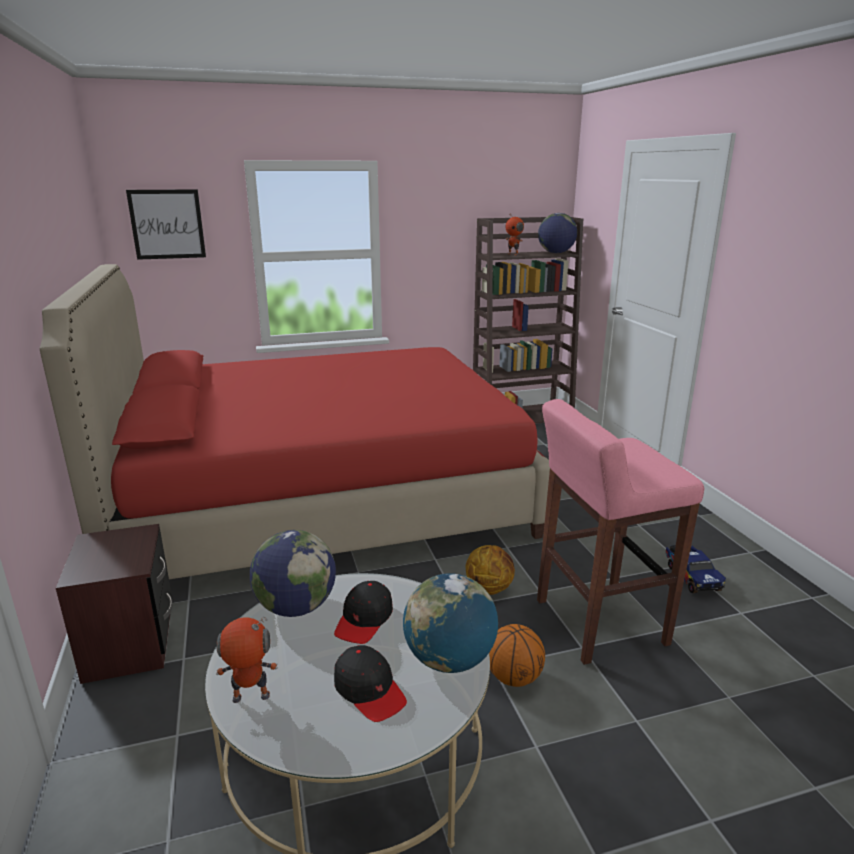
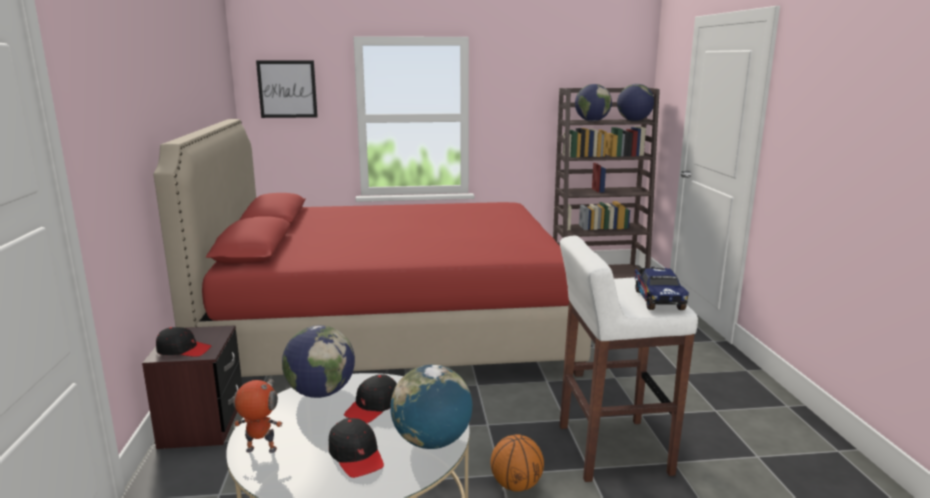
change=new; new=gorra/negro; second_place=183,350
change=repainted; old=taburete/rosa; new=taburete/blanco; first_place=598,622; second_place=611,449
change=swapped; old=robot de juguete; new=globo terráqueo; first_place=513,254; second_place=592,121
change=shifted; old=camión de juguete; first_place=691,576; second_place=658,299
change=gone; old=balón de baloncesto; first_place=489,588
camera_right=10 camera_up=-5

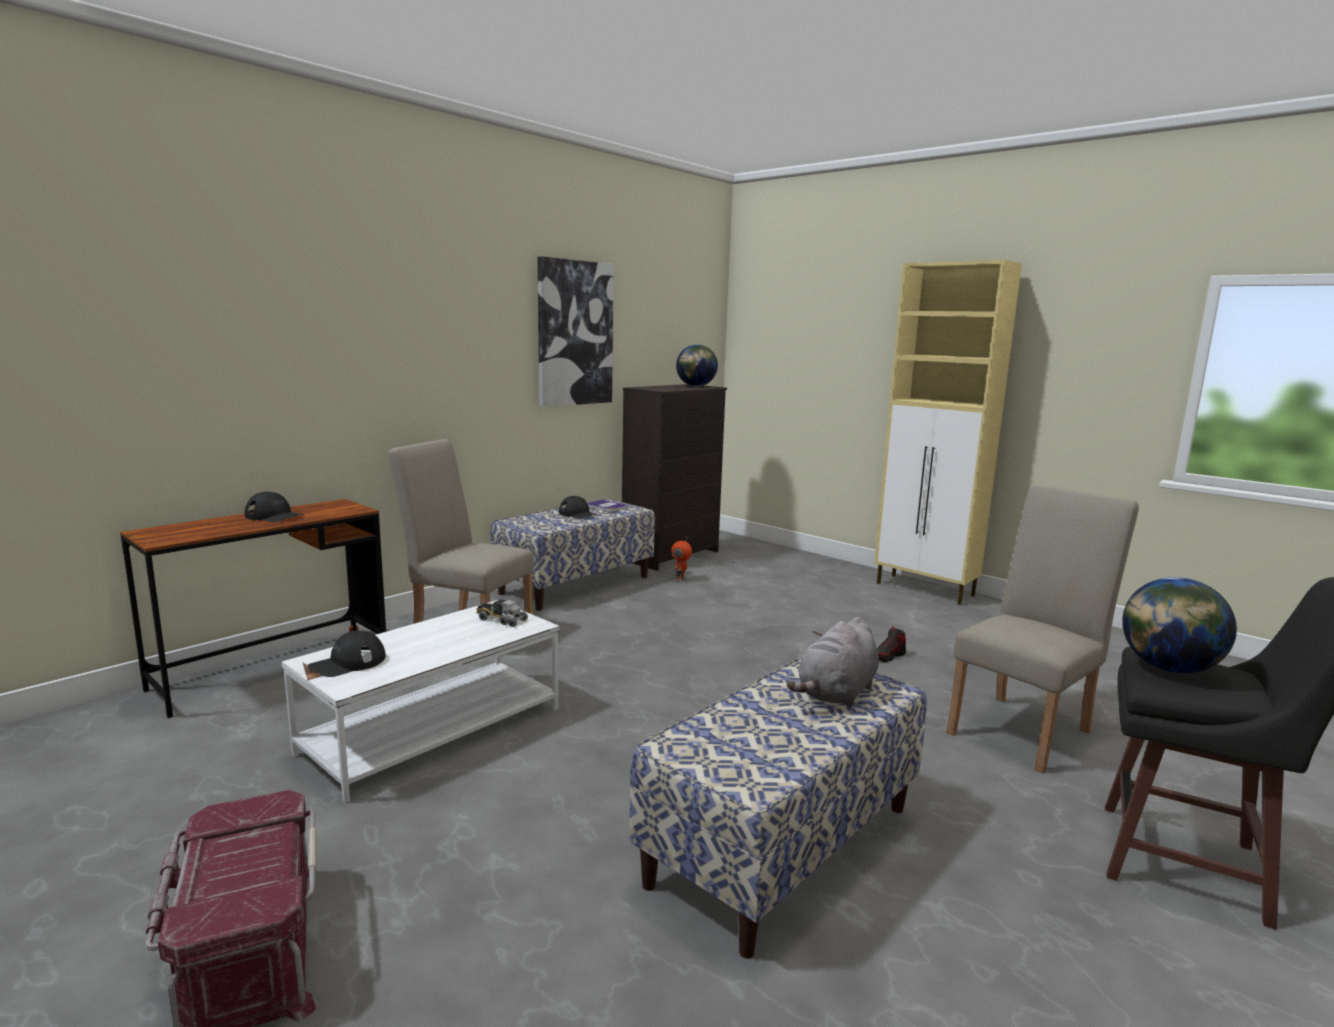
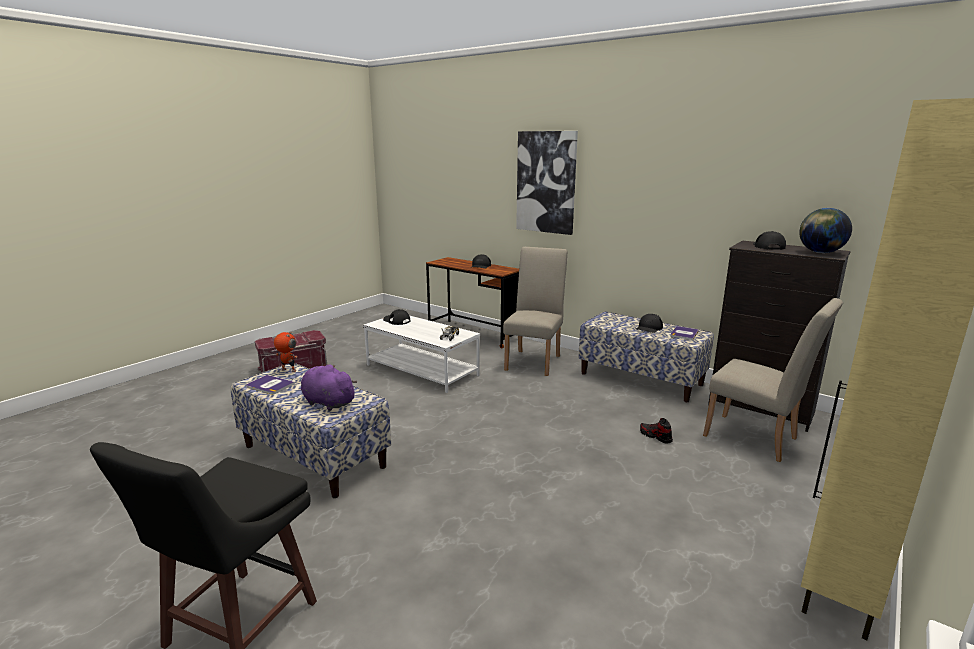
change=new; new=libro; second_place=270,385
change=shifted; old=robot de juguete; first_place=680,580; second_place=288,370
change=repainted; old=peluche/gris; new=peluche/morado; first_place=836,694; second_place=327,402
change=shifted; old=cuadro; first_place=574,333; second_place=546,182
change=shifted; old=zapato; first_place=888,656; second_place=655,436
change=shifted; old=silla/beis; first_place=1025,728; second_place=757,439
change=new; new=gorra/negro; second_place=768,246
change=gone; old=globo terráqueo; first_place=1168,668
camera_right=85 camera_up=5

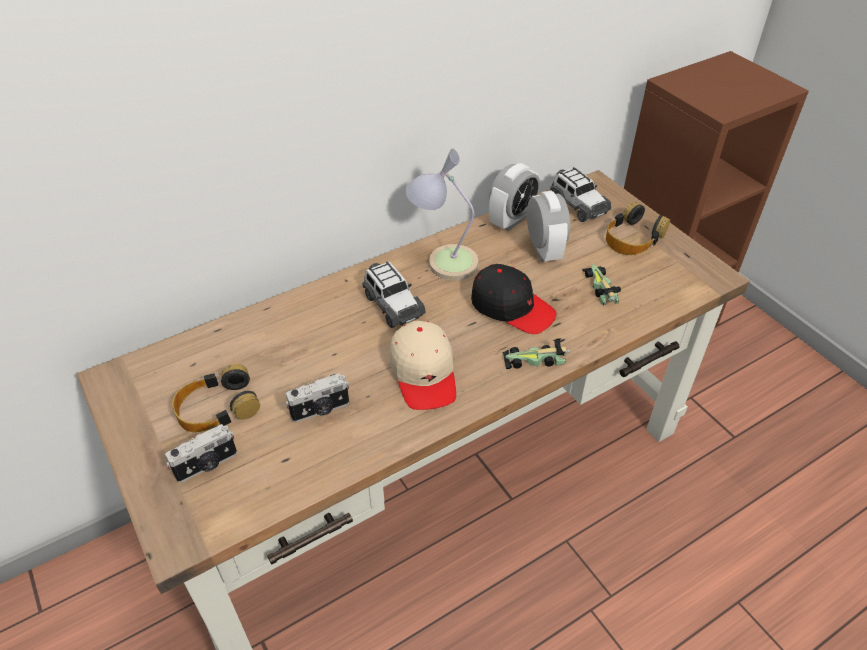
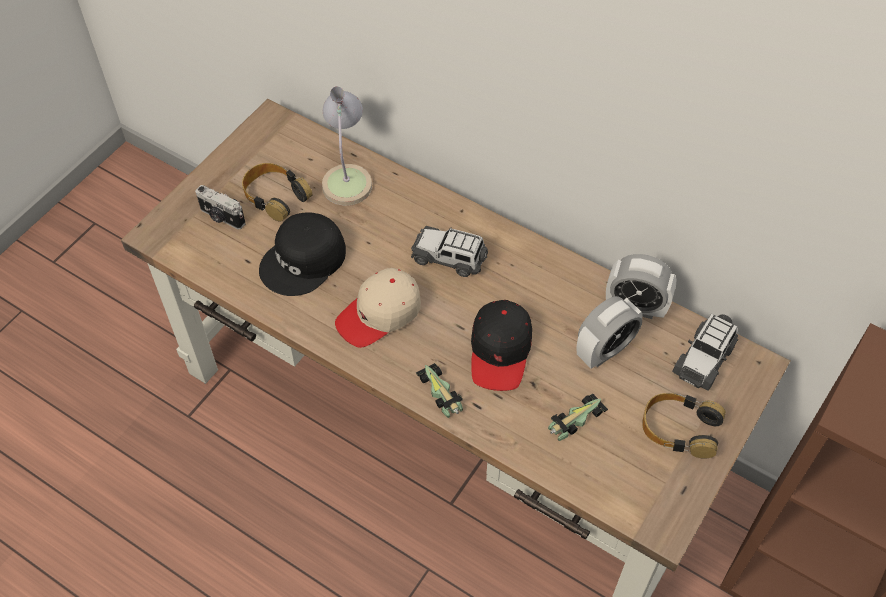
change=swapped; old=cámara; new=gorra/negro; first_place=320,410; second_place=304,261
change=shifted; old=lámpara de mesa; first_place=442,260; second_place=347,177
change=rotated; old=coche de juguete; first_place=392,305; second_place=449,258; degrees=75
camera_right=65 camera_up=10

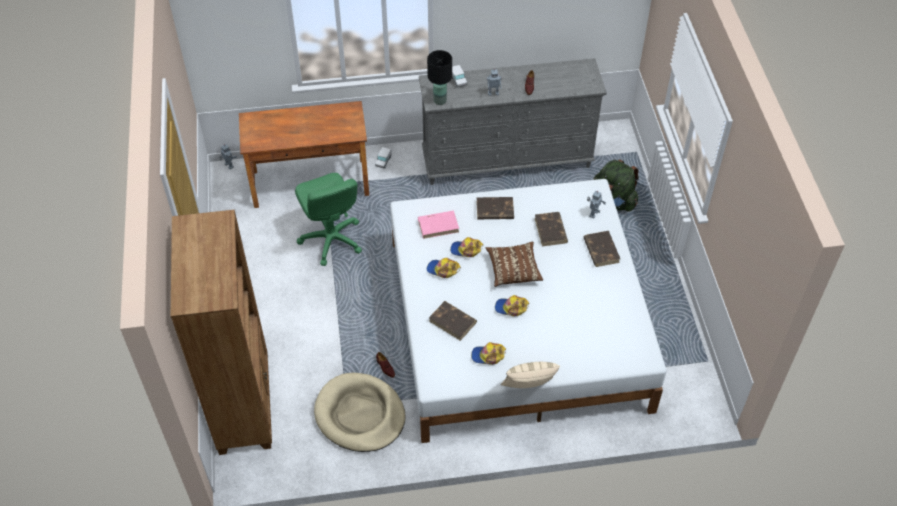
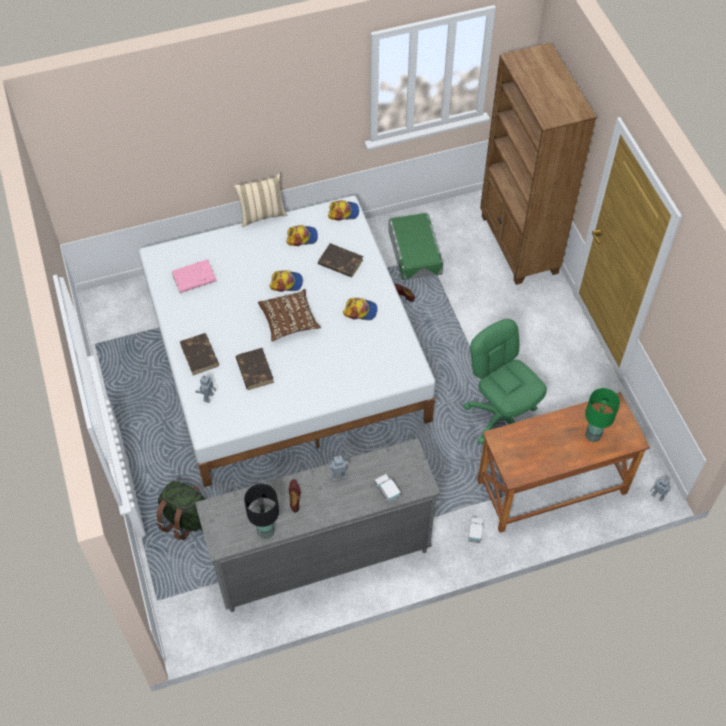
change=shifted; old=libro/rosa; first_place=438,225; second_place=194,278
change=shifted; old=lámpara de mesa/negro; first_place=440,100; second_place=266,531
change=shifted; old=gorra; first_place=466,250; second_place=343,212
change=swapped; old=cama para perro/beis; new=caja de almacenaje/verde; first_place=360,415; second_place=414,251
change=new; new=lámpara de mesa/verde; second_place=593,436
change=gone; old=libro/marrón; first_place=494,210
camera_right=170 camera_up=5

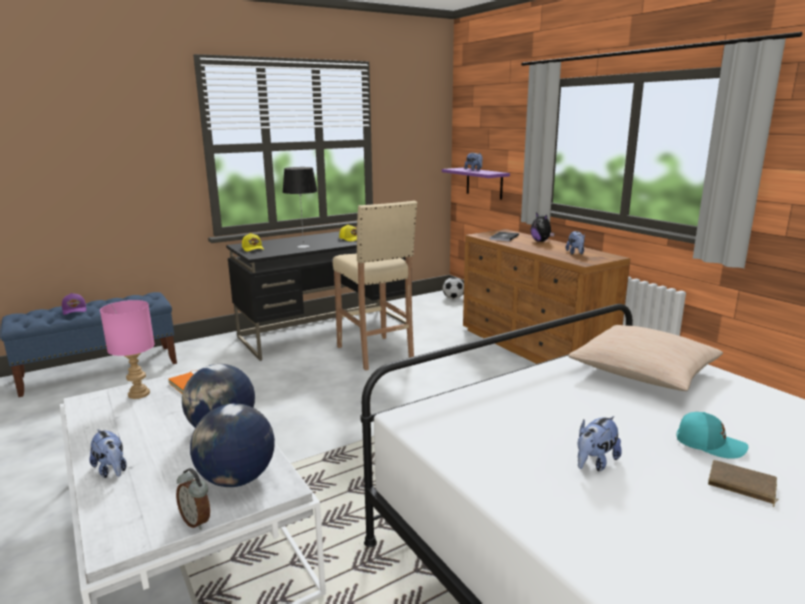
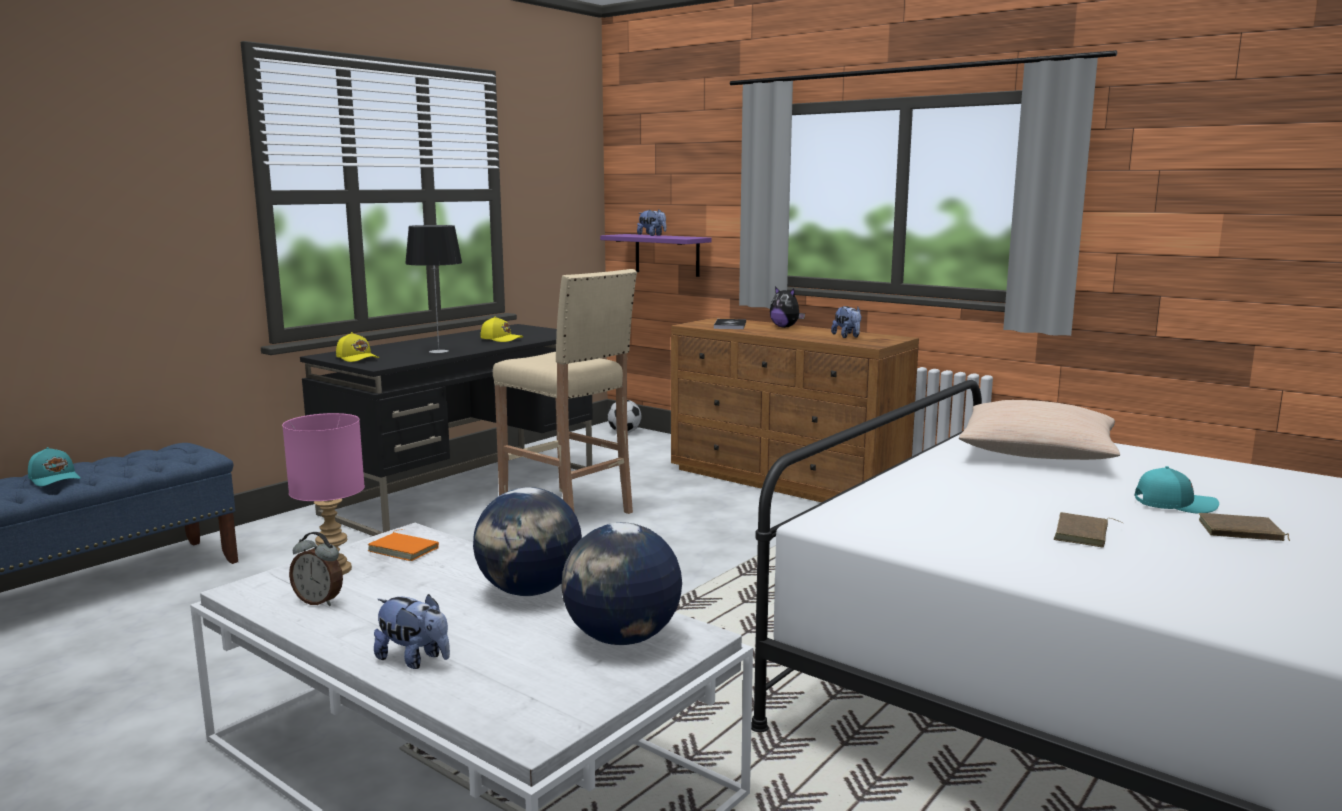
change=repainted; old=gorra/morado; new=gorra/turquesa; first_place=75,310; second_place=55,478
change=shifted; old=despertador; first_place=197,521; second_place=319,601
change=swapped; old=peluche; new=libro/marrón; first_place=594,463; second_place=1083,534
camera_right=-20 camera_up=-5

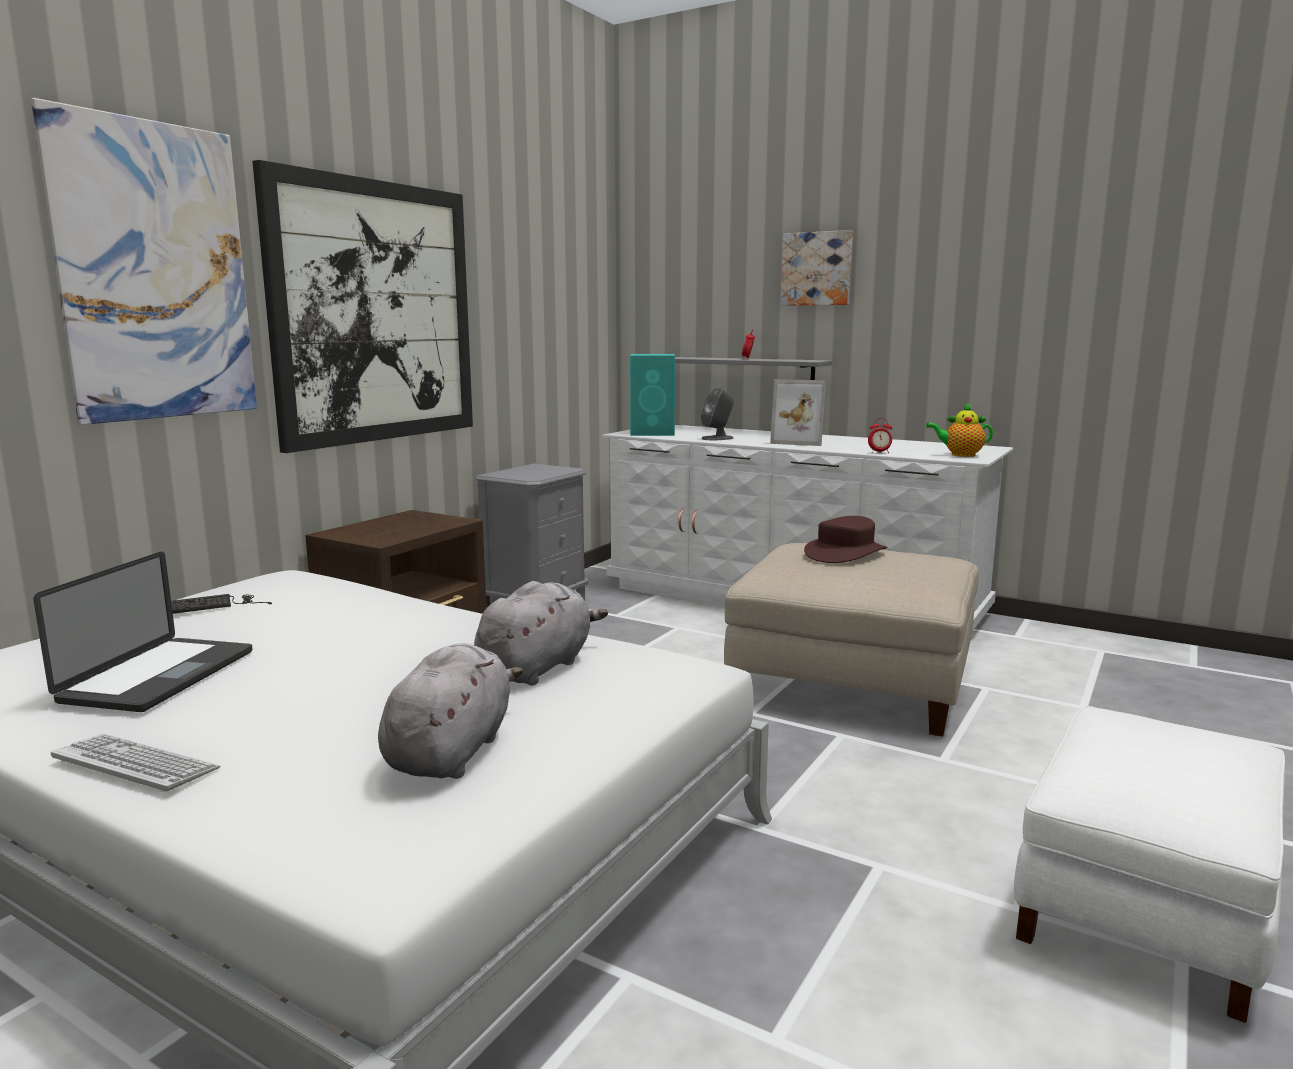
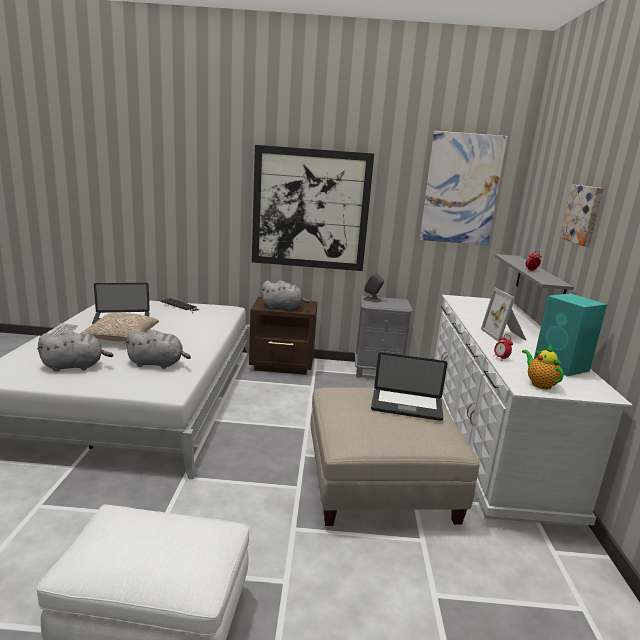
change=new; new=cojín; second_place=121,338
change=new; new=peluche/gris; second_place=283,307
change=shifted; old=altavoz/gris; first_place=717,438; second_place=372,300
change=swapped; old=sombrero/marrón; new=portátil; first_place=845,553; second_place=406,406
change=shifted; old=cuadro; first_place=156,272; second_place=461,189
change=shifted; old=altavoz/turquesa; first_place=653,433; second_place=562,366
camera_right=60 camera_up=5

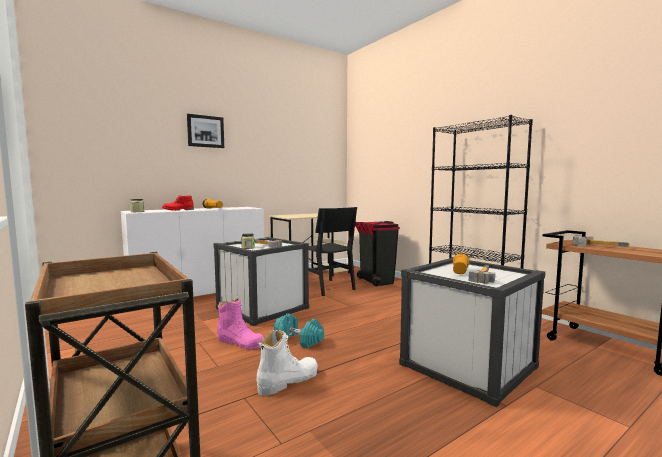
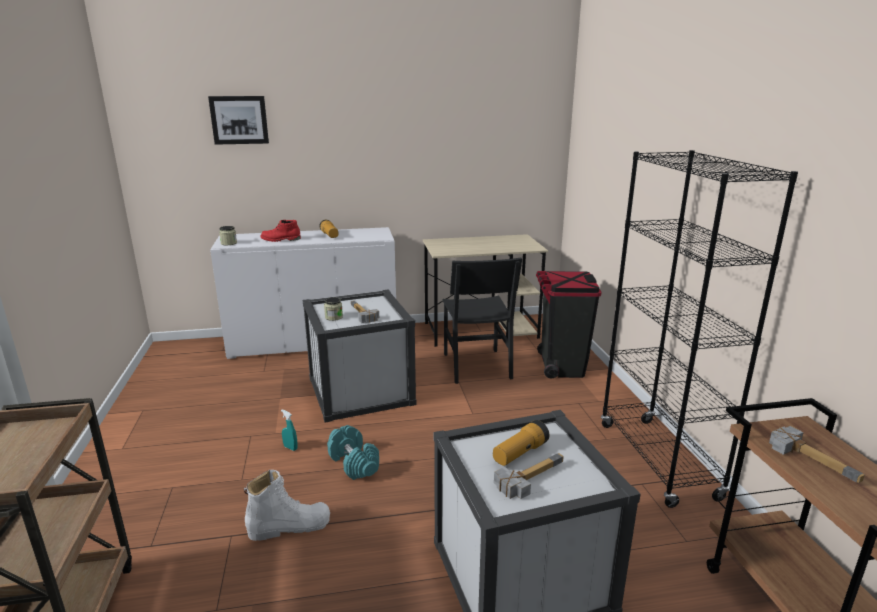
change=shifted; old=cuadro; first_place=205,131; second_place=239,120
change=swapped; old=bota/rosa; new=pulverizador/turquesa; first_place=240,342; second_place=290,448
camera_right=25 camera_up=15

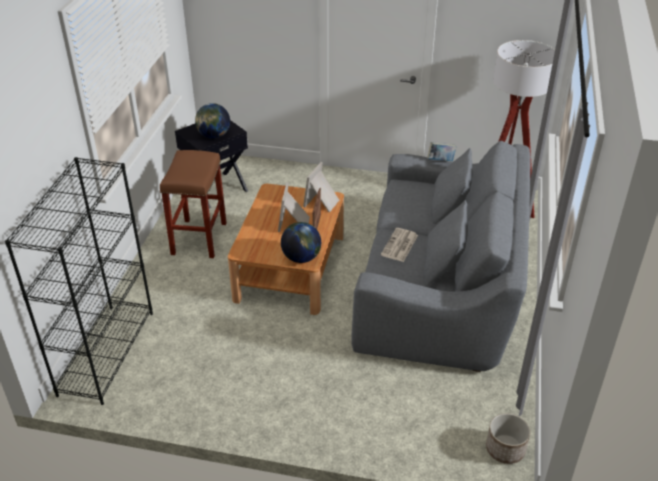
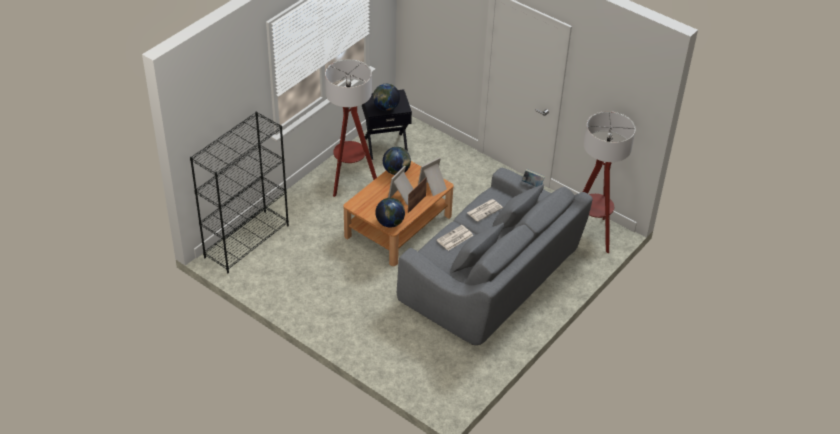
change=swapped; old=taburete/marrón; new=lámpara de pie; first_place=199,238; second_place=350,181
change=new; new=globo terráqueo; second_place=396,171
change=new; new=periódico; second_place=484,210
change=gone; old=maceta; first_place=505,449
camera_right=25 camera_up=5

